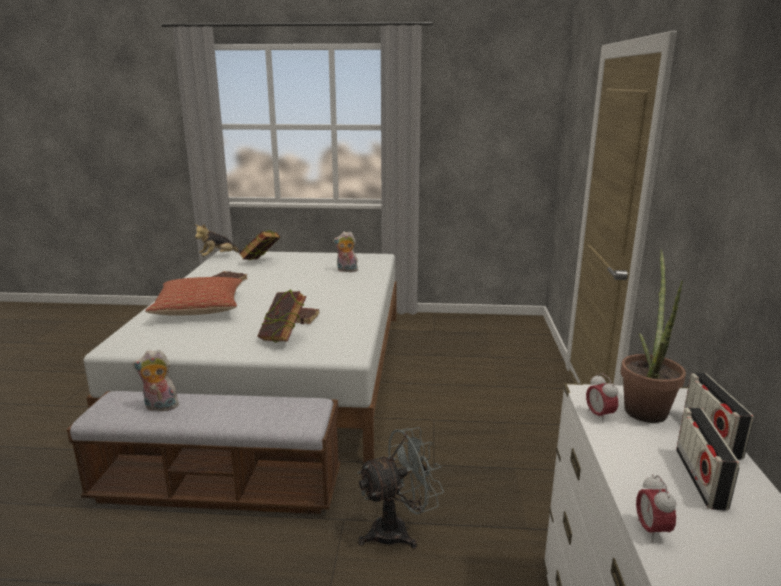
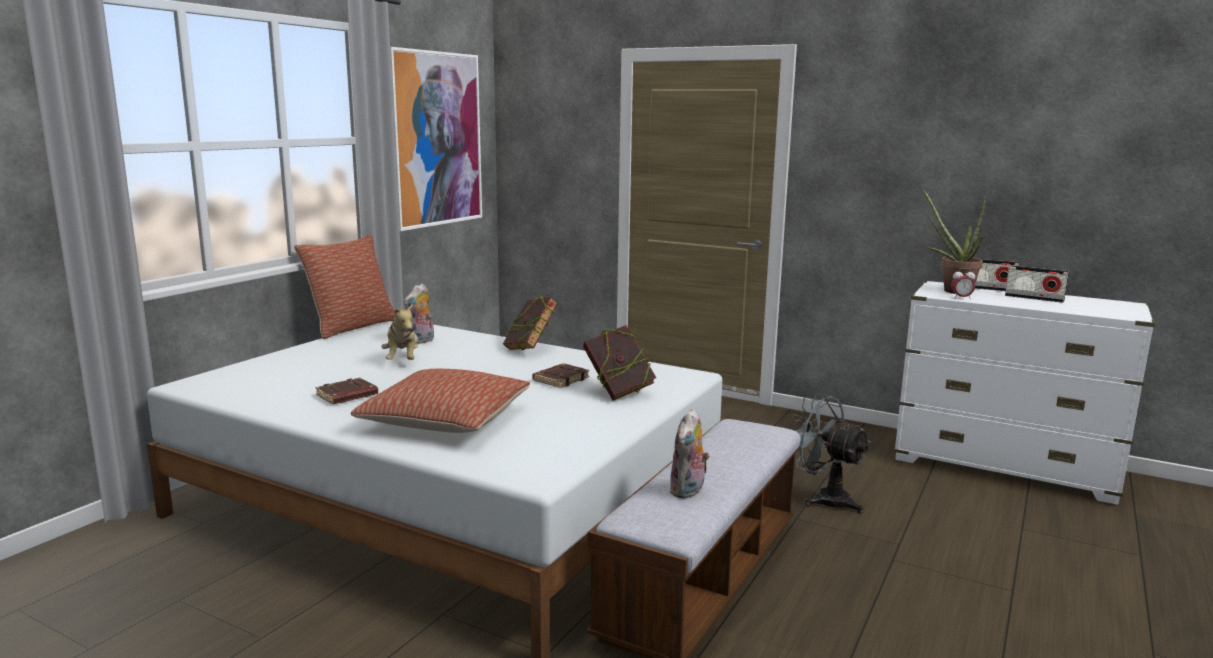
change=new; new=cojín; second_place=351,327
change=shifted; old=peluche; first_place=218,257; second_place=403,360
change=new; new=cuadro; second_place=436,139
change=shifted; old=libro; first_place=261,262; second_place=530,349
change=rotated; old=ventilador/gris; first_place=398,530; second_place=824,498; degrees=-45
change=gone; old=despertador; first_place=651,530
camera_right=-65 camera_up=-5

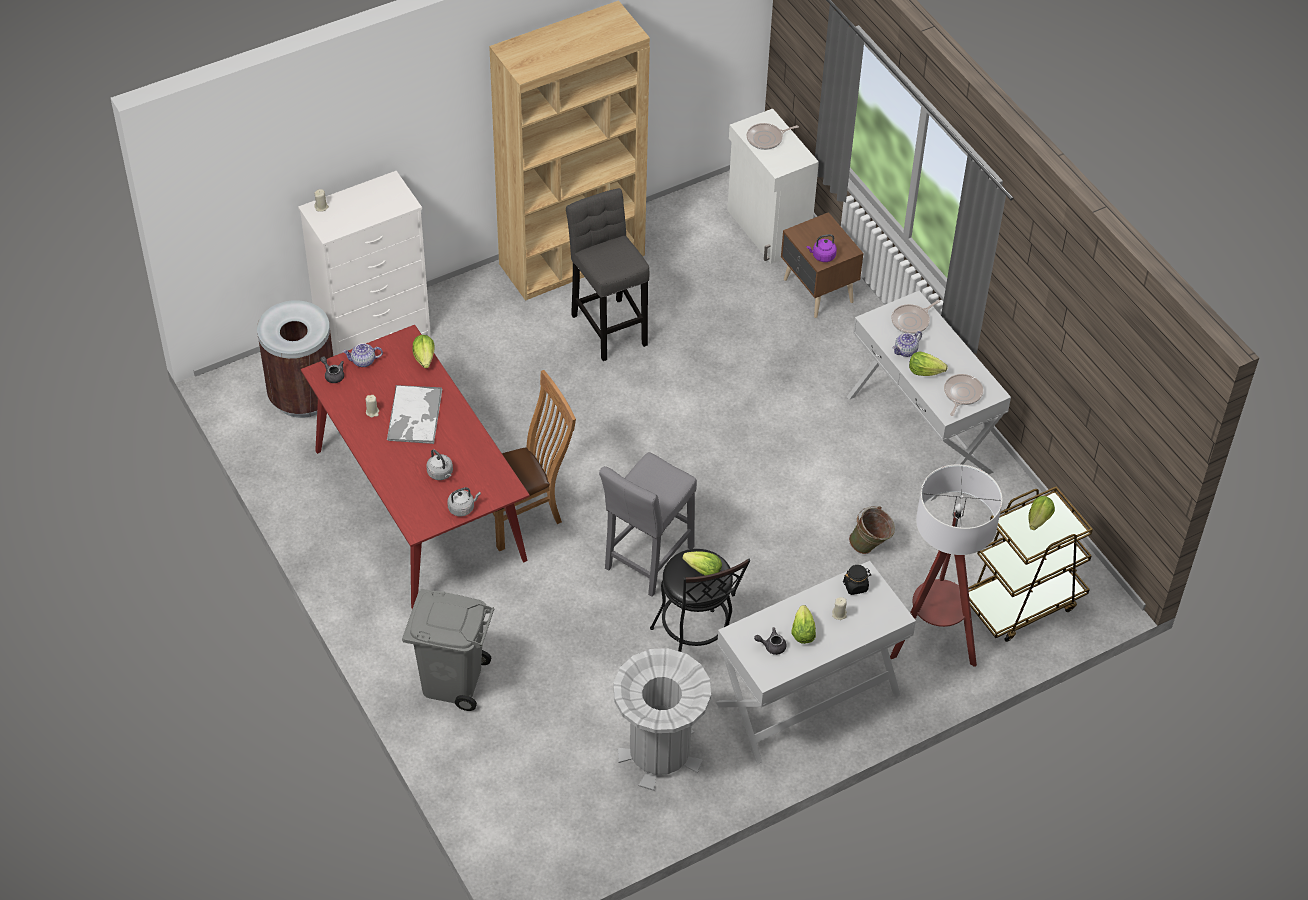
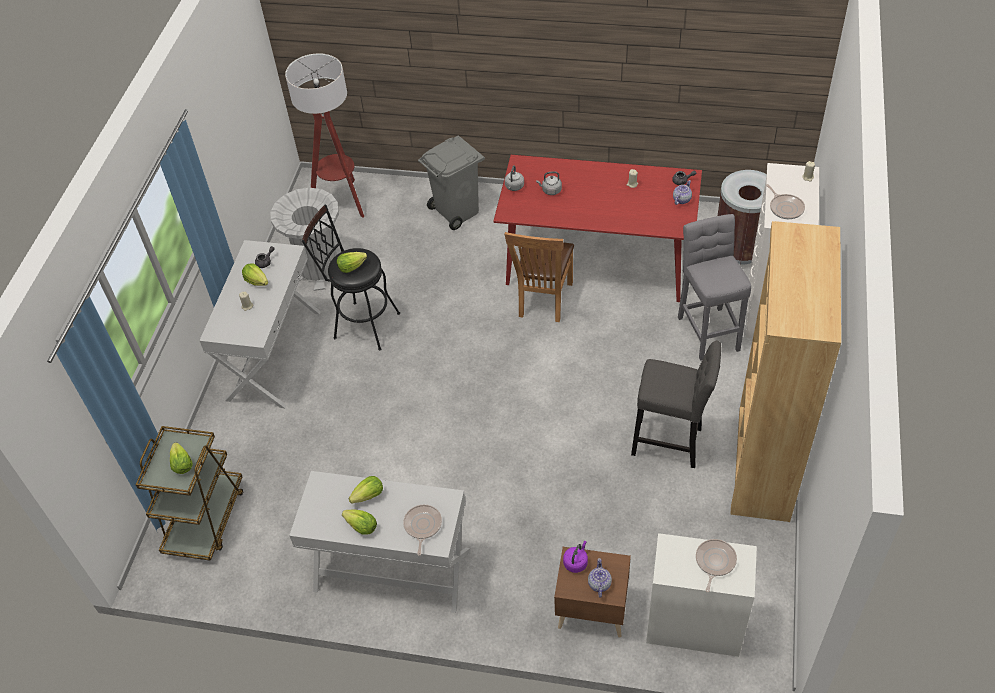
change=shifted; old=lámpara de pie; first_place=933,642; second_place=342,201
change=shifted; old=lechuga; first_place=424,358; second_place=361,527
change=shifted; old=tetera; first_place=905,351; second_place=599,583
change=shifted; old=taburete/gris; first_place=647,561; second_place=708,330
change=shifted; old=sartén; first_place=961,394; second_place=785,208
change=gone; old=bandeja; first_place=414,416
change=gone; old=tarro/negro; first_place=855,586
change=gone; old=cubo/verde; first_place=870,547
camera_right=135 camera_up=0

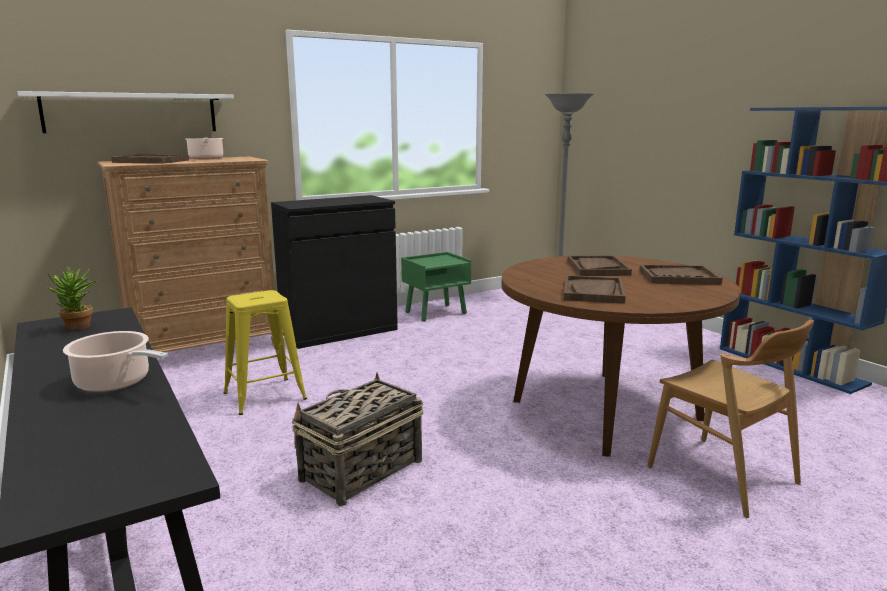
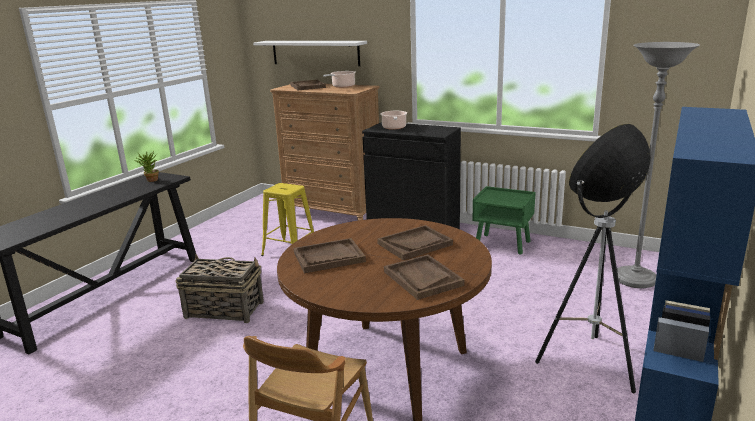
change=shifted; old=olla; first_place=116,382; second_place=394,128
change=new; new=lámpara de pie; second_place=590,365
camera_right=60 camera_up=5

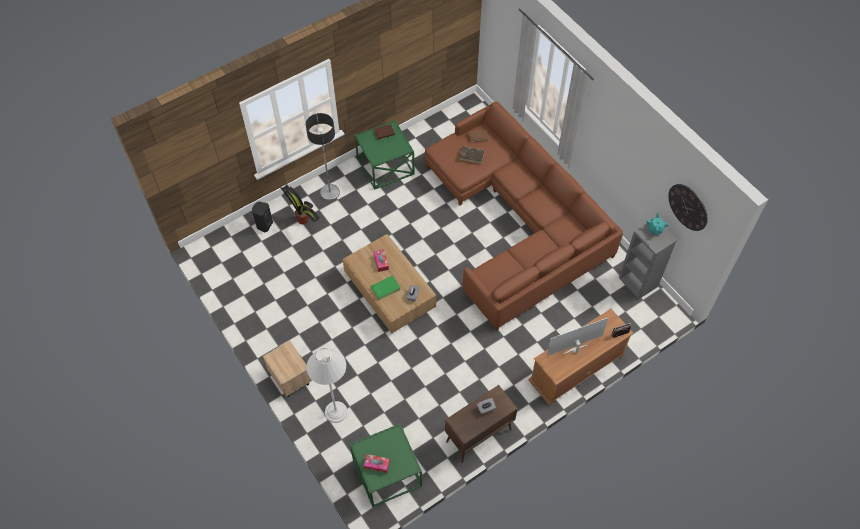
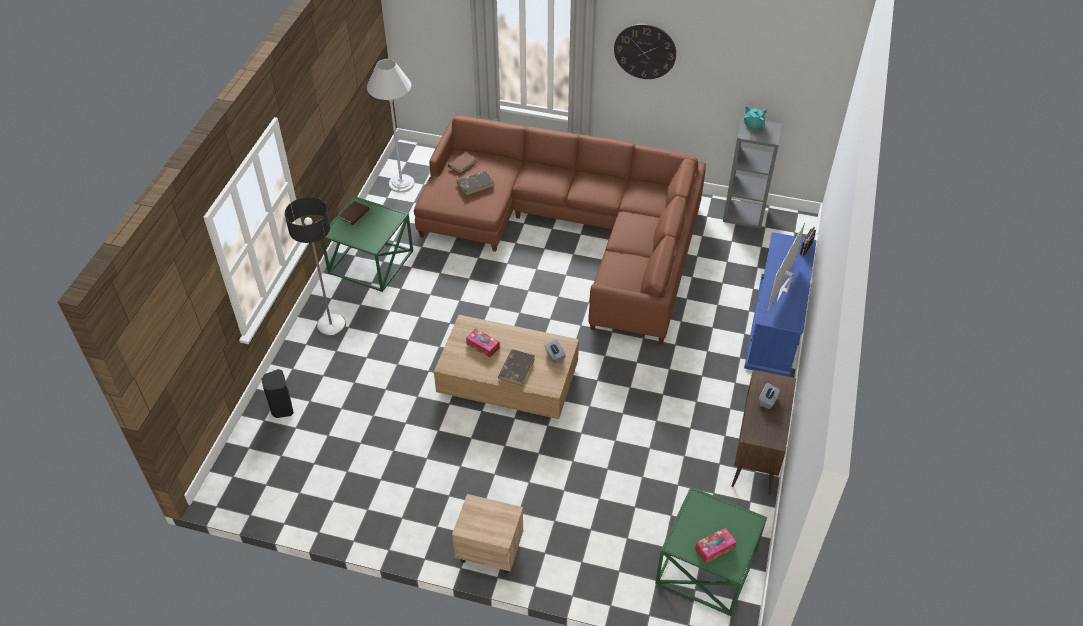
change=shifted; old=lámpara de pie/blanco; first_place=336,412; second_place=401,183
change=repainted; old=libro/verde; new=libro/marrón; first_place=385,288; second_place=516,368
change=shifted; old=reloj de pared; first_place=688,207; second_place=645,51
change=repainted; old=mueble de televisión/marrón; new=mueble de televisión/azul; first_place=576,368; second_place=775,326
change=gone; old=planta en maceta; first_place=303,220
camera_right=-40 camera_up=-10

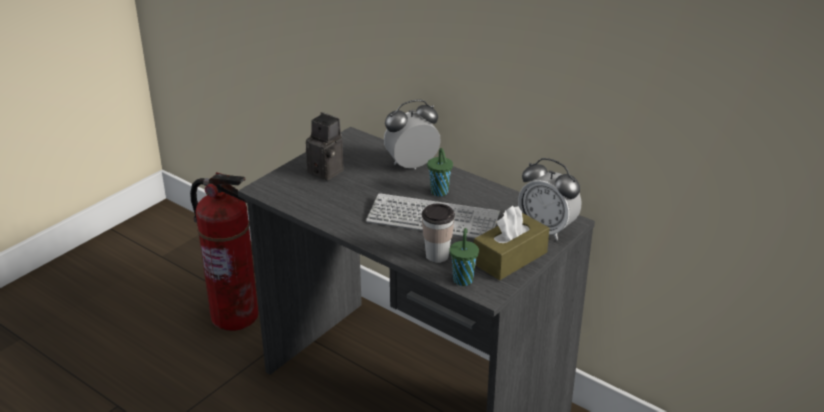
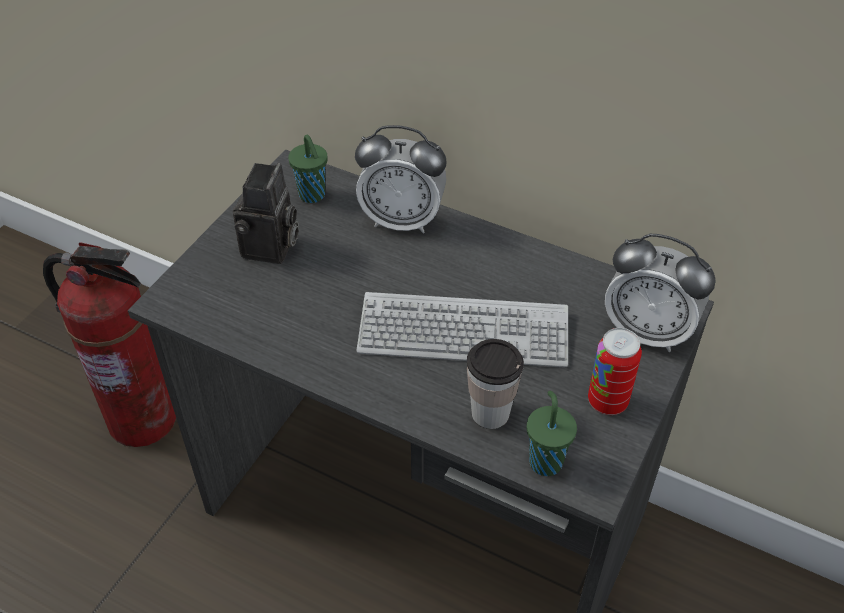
change=rotated; old=cámara; first_place=328,171; second_place=271,249; degrees=75
change=shifted; old=taza/verde; first_place=440,192; second_place=312,196
change=rotated; old=despertador; first_place=412,165; second_place=402,220; degrees=-135
change=swapped; old=caja de pañuelos/marrón; new=lata; first_place=510,258; second_place=607,401
camera_right=-10 camera_up=15

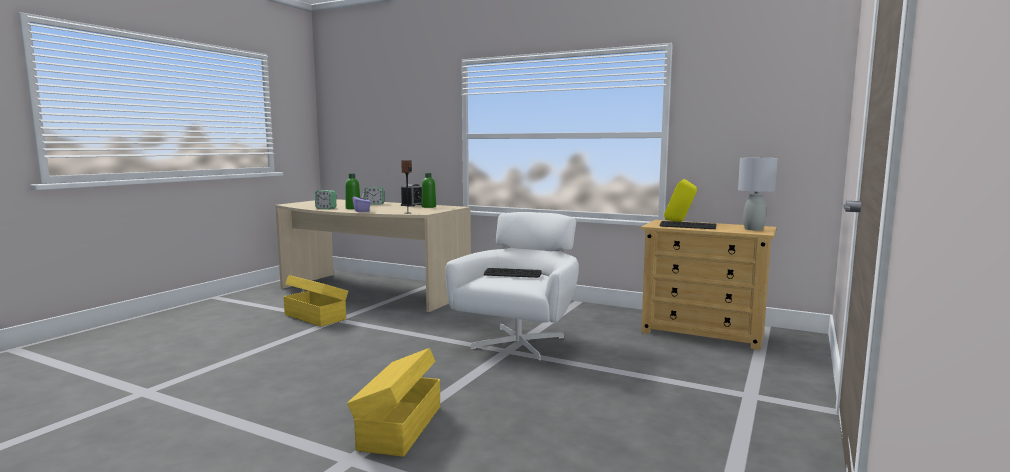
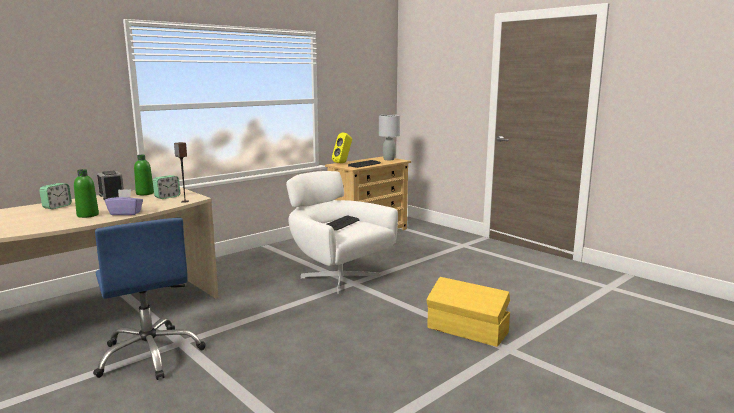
change=swapped; old=caja de almacenaje/amarillo; new=silla de oficina/azul; first_place=315,316; second_place=150,355
change=shifted; old=despertador; first_place=326,208; second_place=167,197
camera_right=-70 camera_up=5

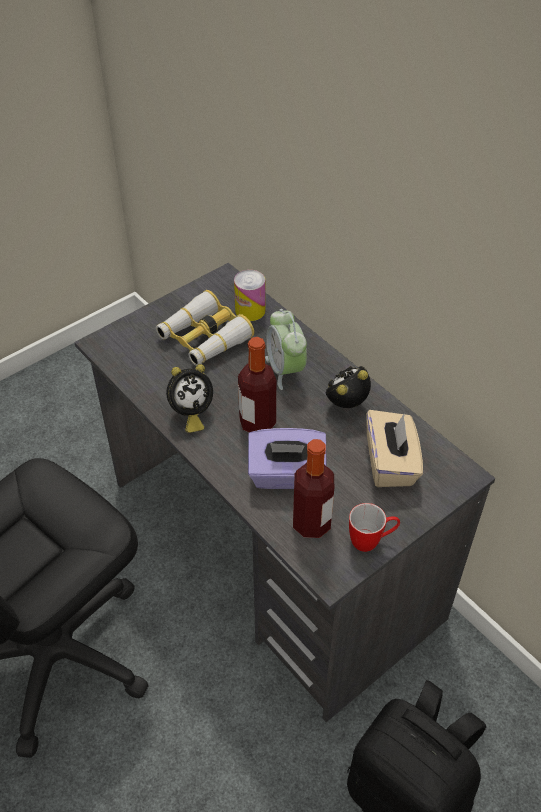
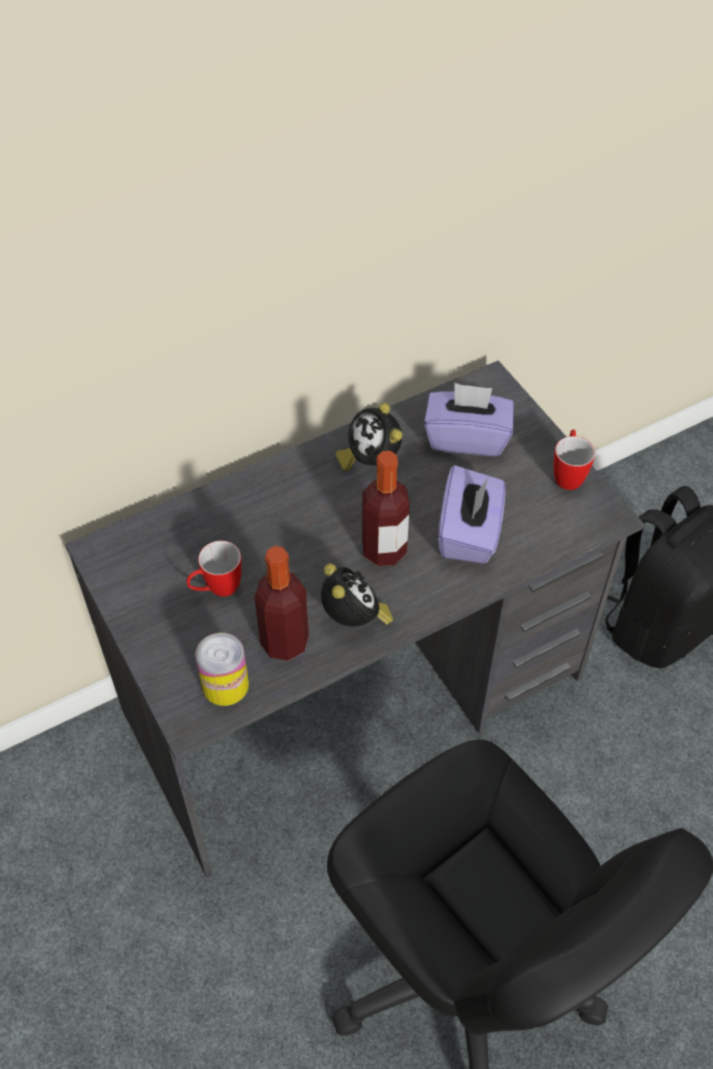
change=swapped; old=prismáticos; new=taza grande; first_place=204,338; second_place=216,589
change=shifted; old=lata; first_place=250,310; second_place=225,685
change=shifted; old=botella; first_place=311,523; second_place=284,642
change=repainted; old=caja de pañuelos/beis; new=caja de pañuelos/morado; first_place=391,463; second_place=467,438
change=gone; old=despertador; first_place=285,370
camera_right=-80 camera_up=5

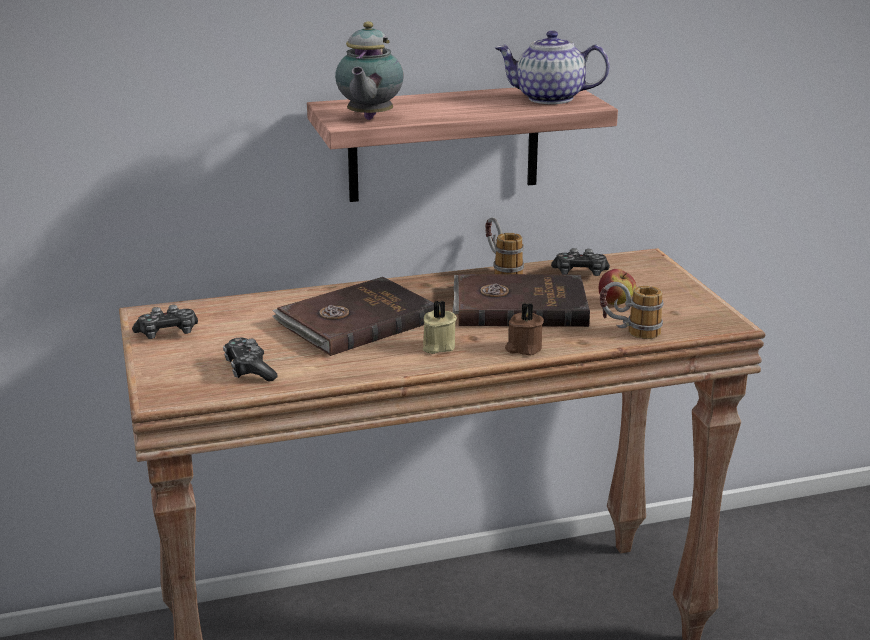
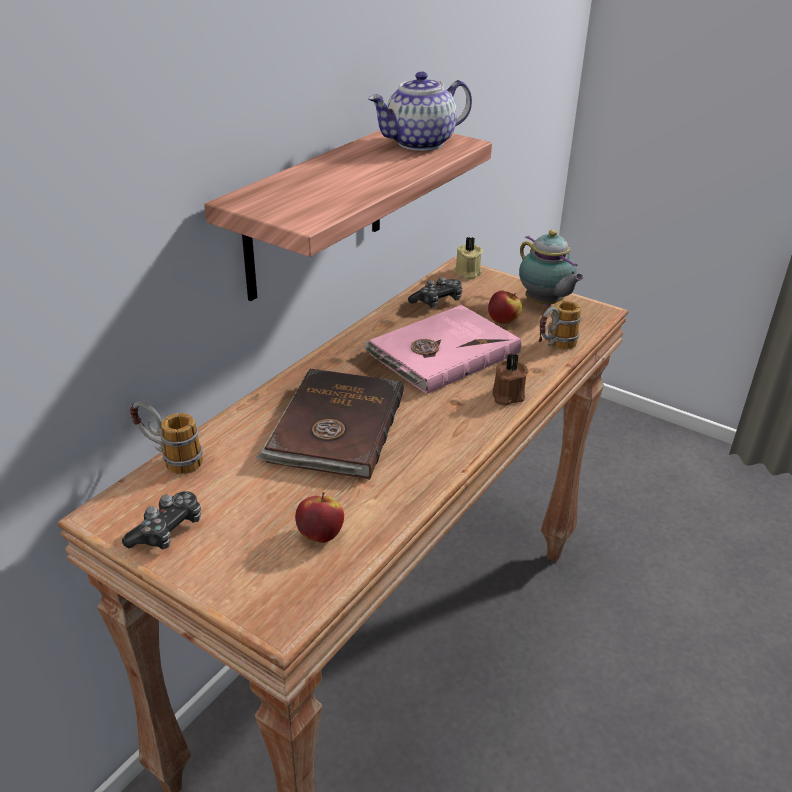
change=shifted; old=taza grande; first_place=501,270; second_place=169,458
change=swapped; old=mando de consola; new=manzana; first_place=249,370; second_place=320,535
change=repainted; old=libro/marrón; new=libro/rosa; first_place=519,306; second_place=441,353
change=shifted; old=vela/beis; first_place=437,346; second_place=467,273
change=shifted; old=tetera; first_place=368,118; second_place=544,304
camera_right=-40 camera_up=10

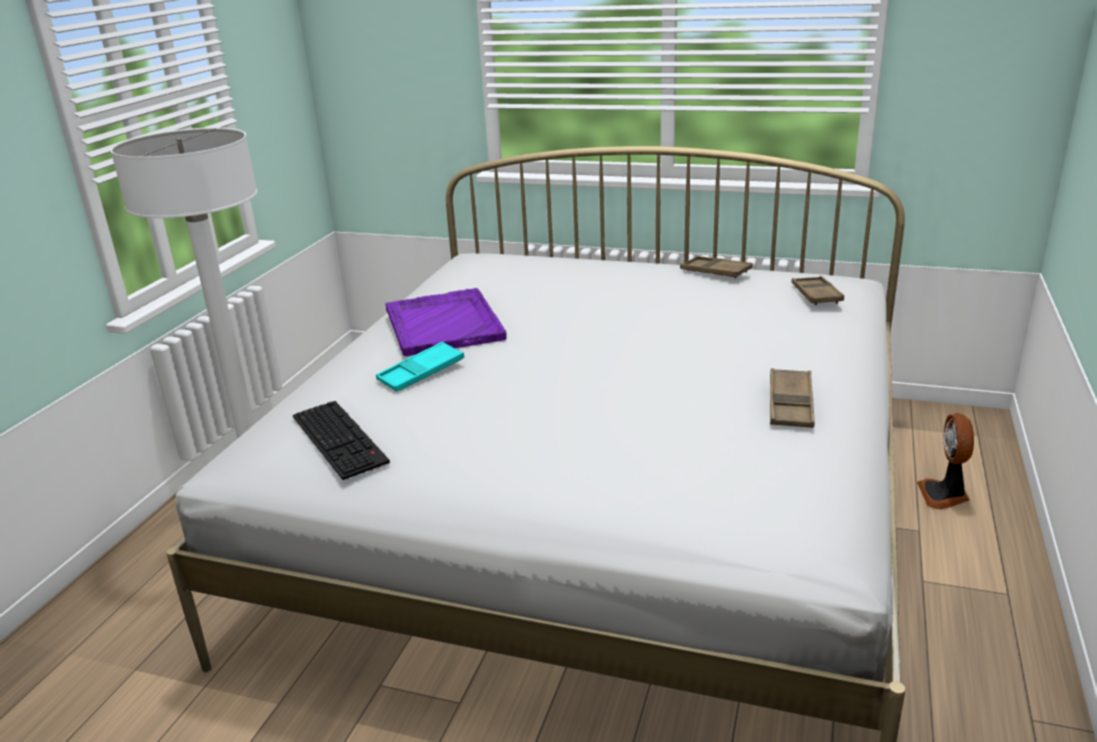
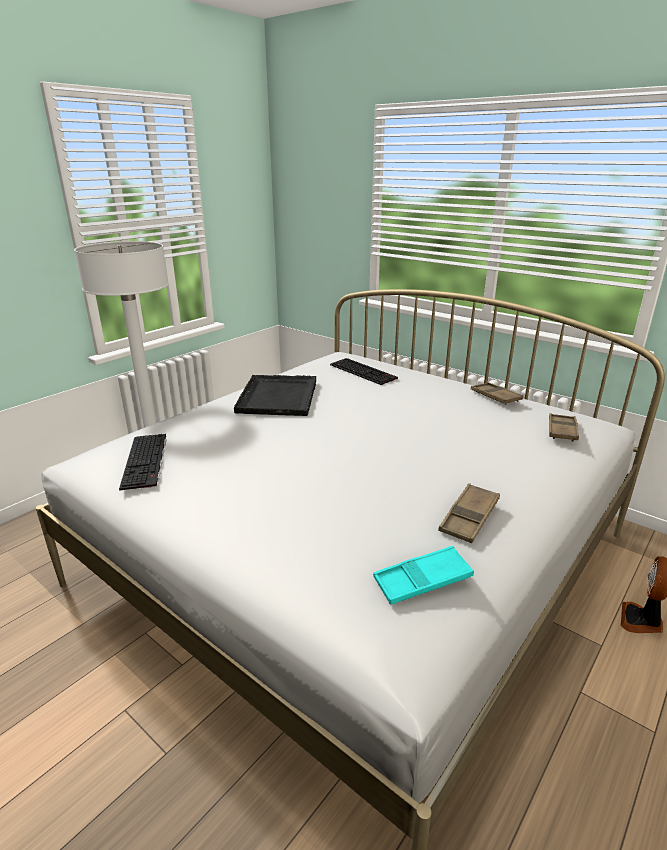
change=repainted; old=bandeja/morado; new=bandeja/negro; first_place=443,324; second_place=278,396
change=new; new=teclado; second_place=364,371
change=shifted; old=bandeja/turquesa; first_place=421,373; second_place=422,580
camera_right=20 camera_up=0

